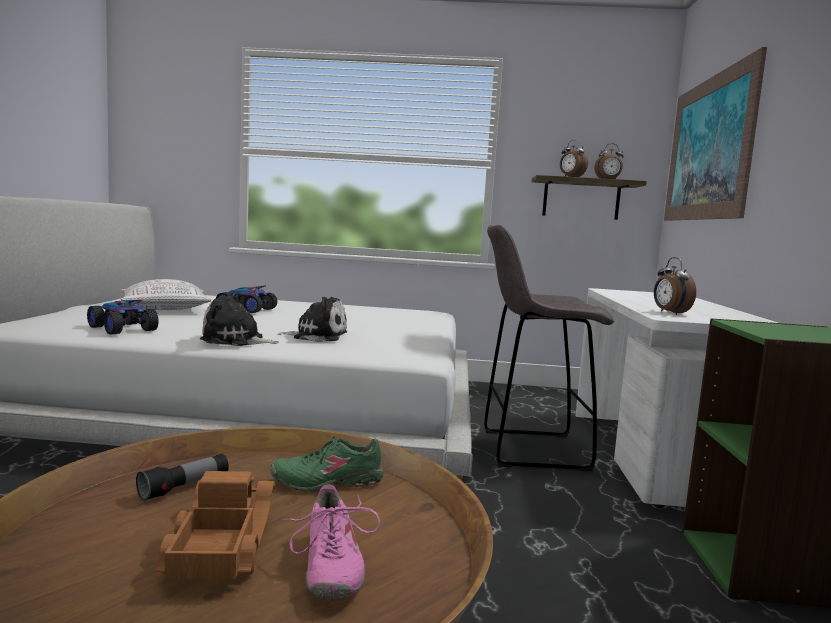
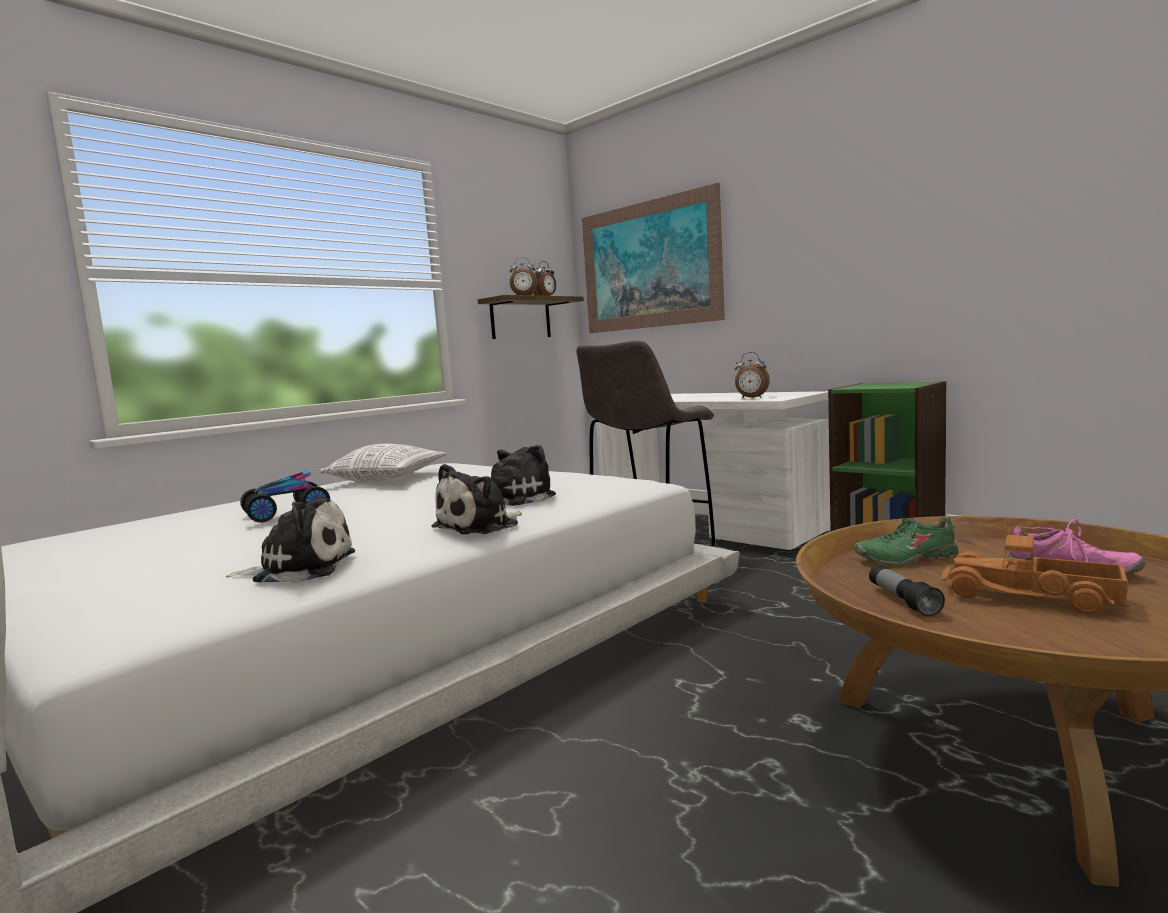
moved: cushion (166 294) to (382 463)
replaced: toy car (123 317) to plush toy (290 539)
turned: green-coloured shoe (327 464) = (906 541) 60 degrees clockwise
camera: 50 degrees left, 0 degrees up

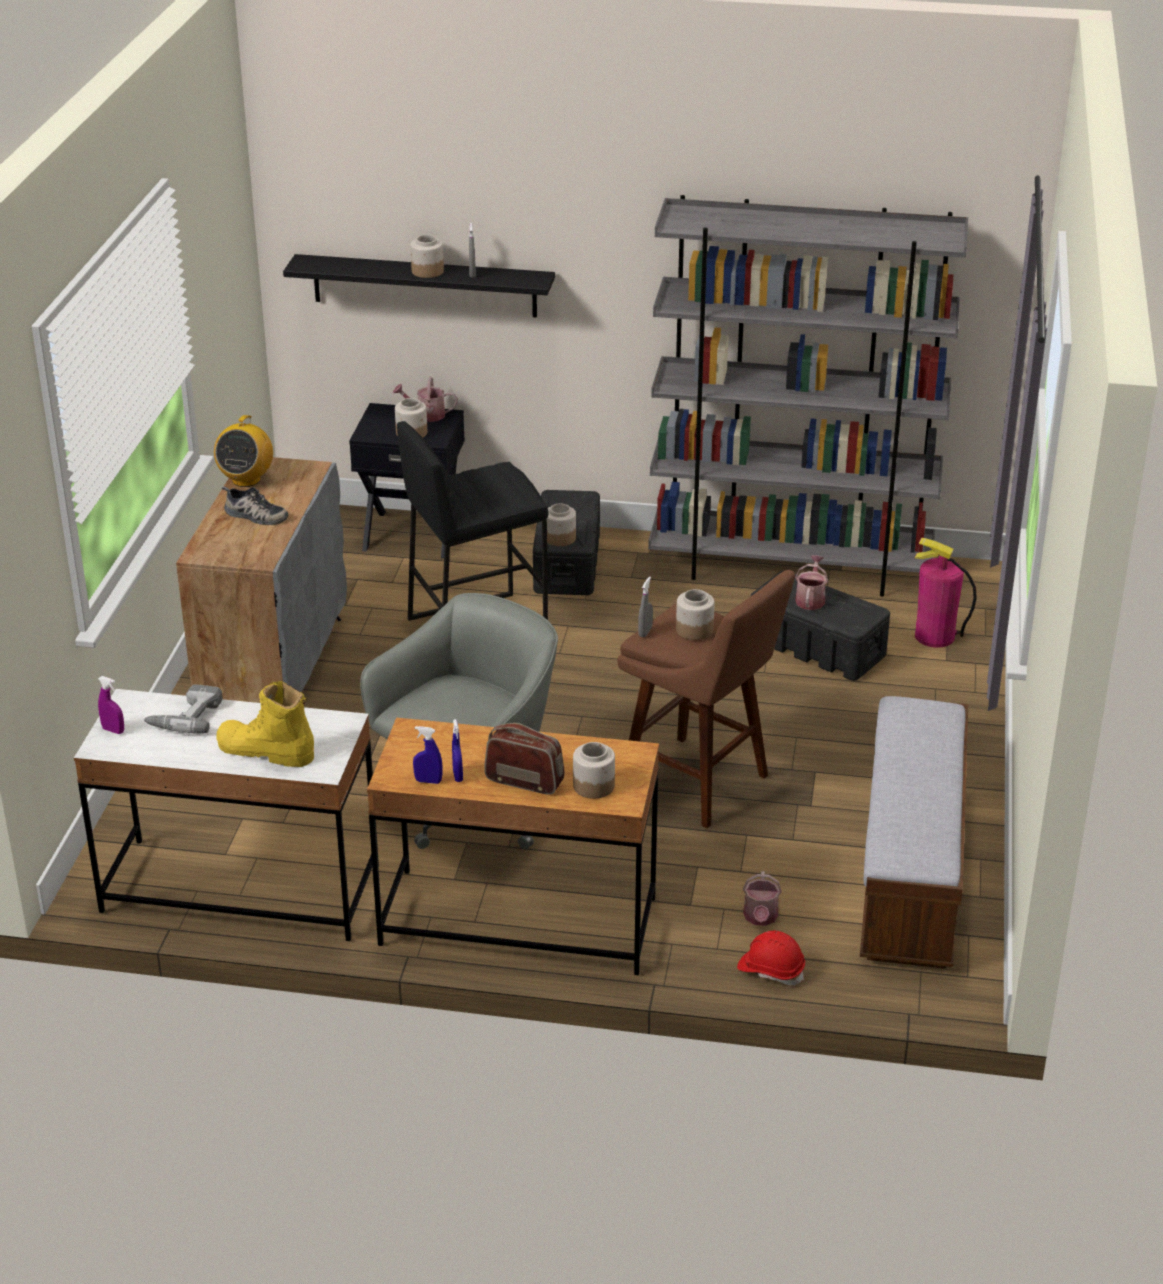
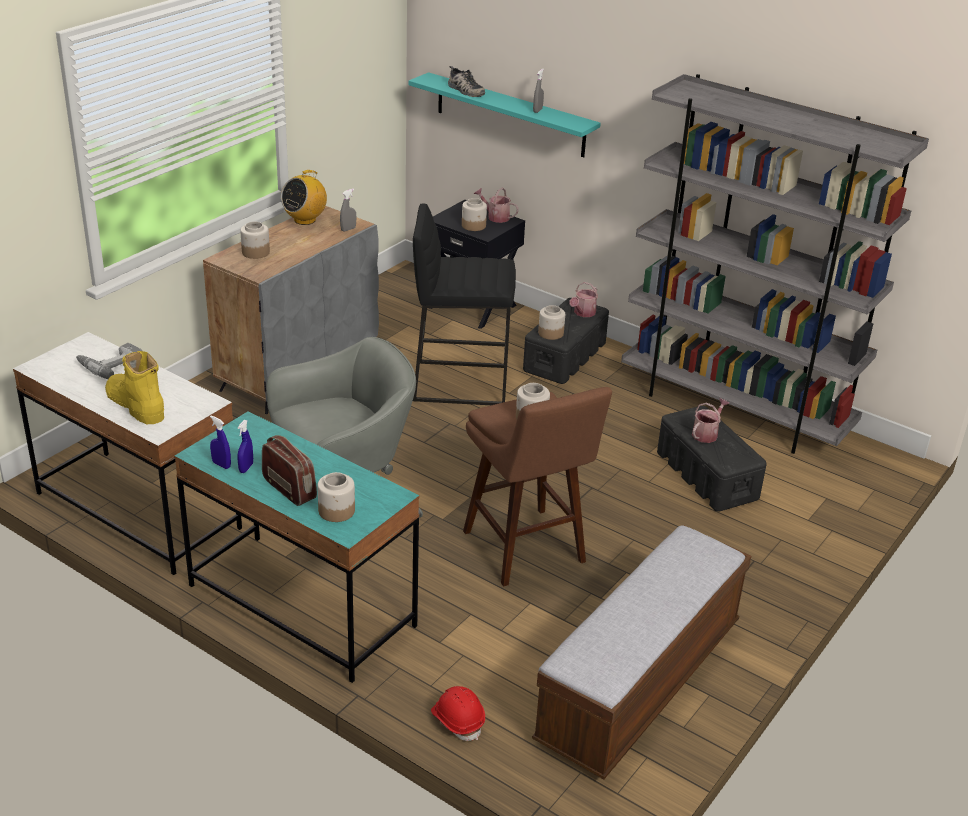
removed: fire-fighting cylinder (946 593); purple-coloured spray bottle (111 705)
moved: jar (427 256) to (255 240); shoe (255 506) to (466 81); greyish spray bottle (645 606) to (348 210); sprinkling can (762 898) to (584 299)
recoloured: blackish shelf (419 286) to turquoise-coloured shelf (504 114); brown-coloured desk table (513 846) to turquoise-coloured desk table (296 547)
camera: 25 degrees right, 0 degrees up

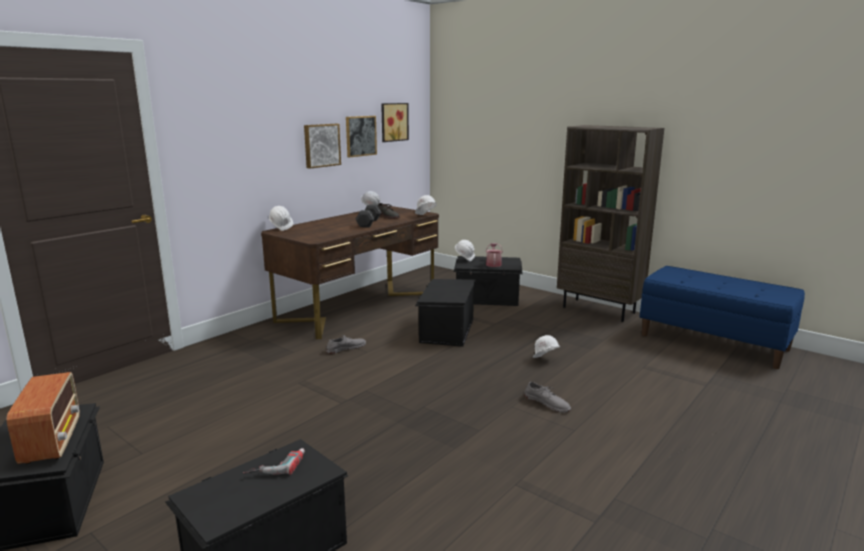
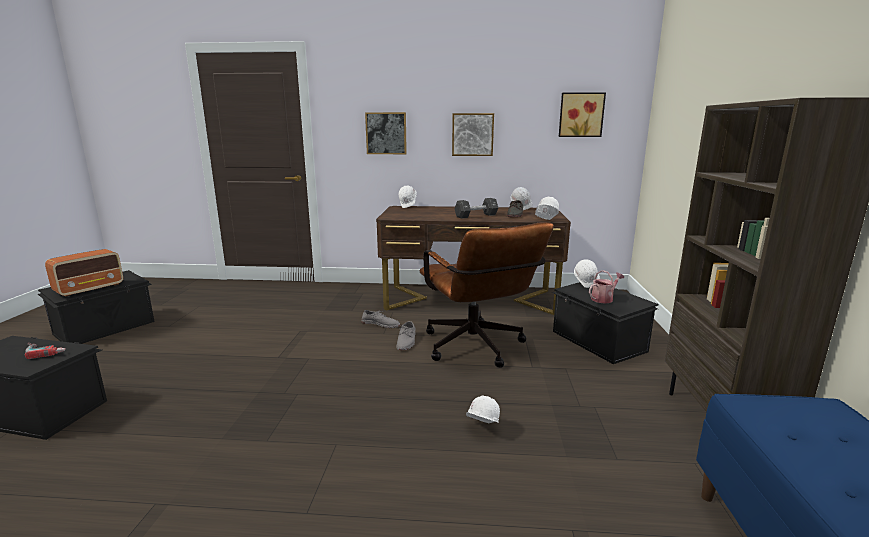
moved: wall picture (361 137) to (386 133); greyish shoe (547 397) to (406 335)
replaced: blackish storage bin (445 313) to brown-coloured computer chair (486 295)
camera: 55 degrees right, 0 degrees up

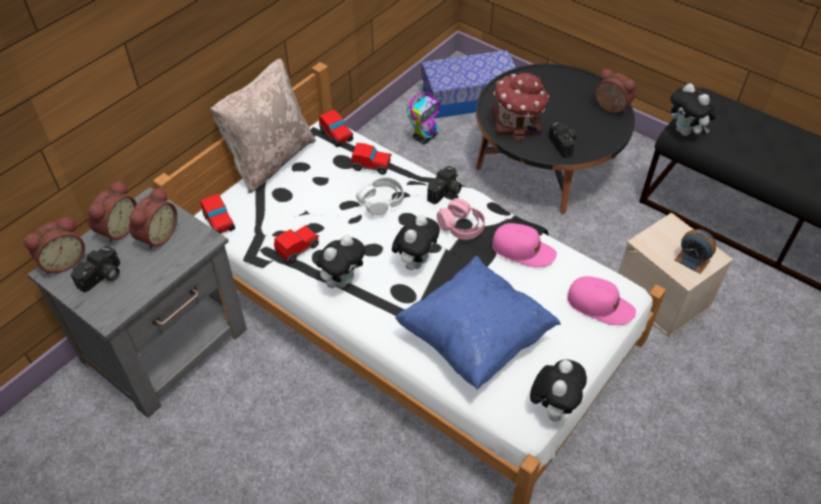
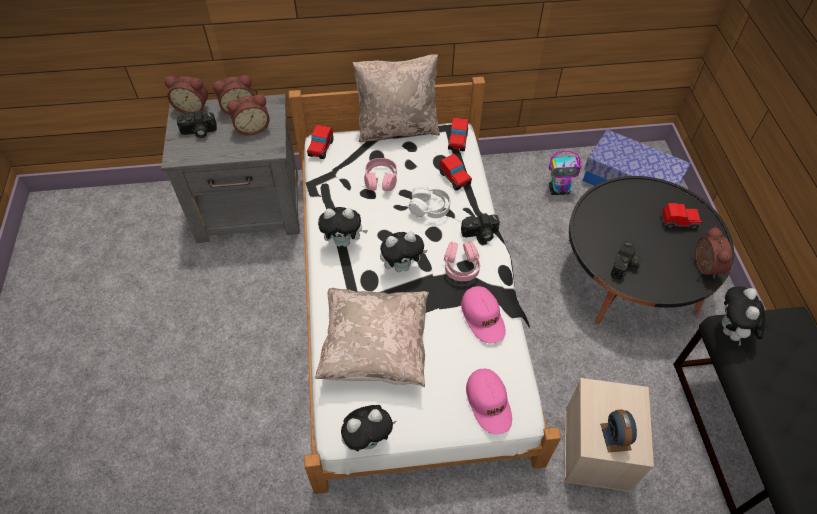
removed: model house (520 107)
added: pink-coloured pair of headphones (380 174)
moved: toy car (296 244) to (682 216)
recoloured: bluish cushion (478 323) to beige cushion (372 337)
camera: 45 degrees right, 5 degrees up

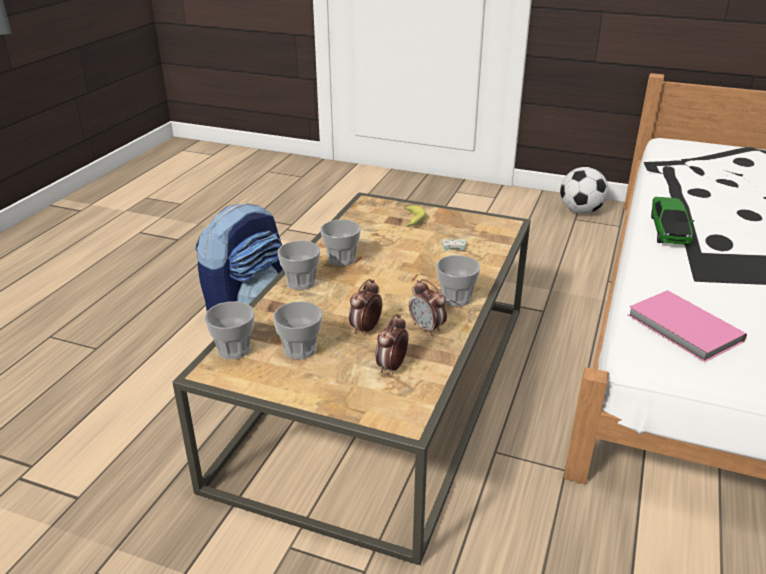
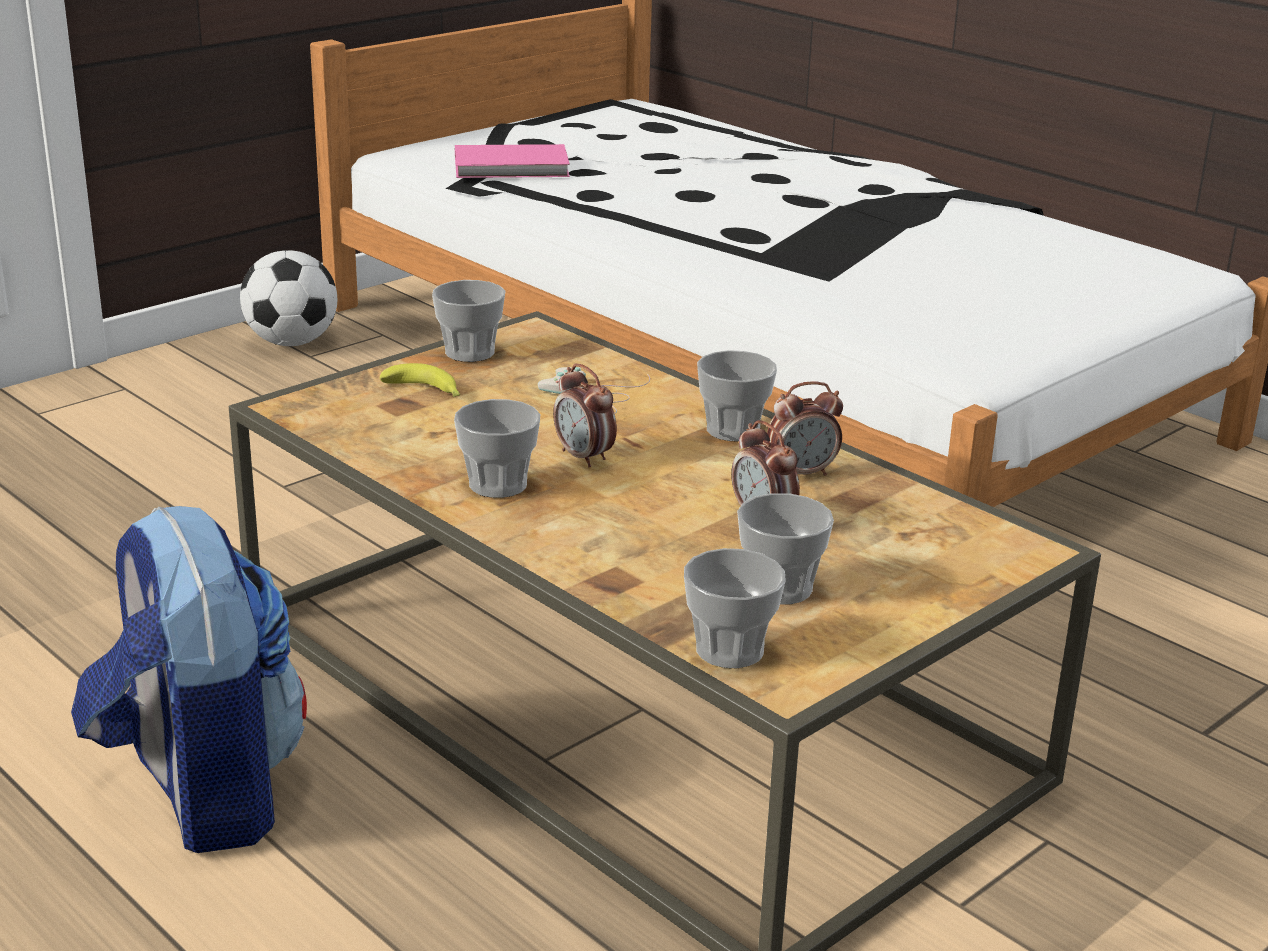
removed: toy car (673 221)
moved: drinking cup (299 265) to (468 321); pink-coloured volume (687 326) to (512 161); table clock (392 344) to (585 416)
camera: 65 degrees left, 5 degrees down

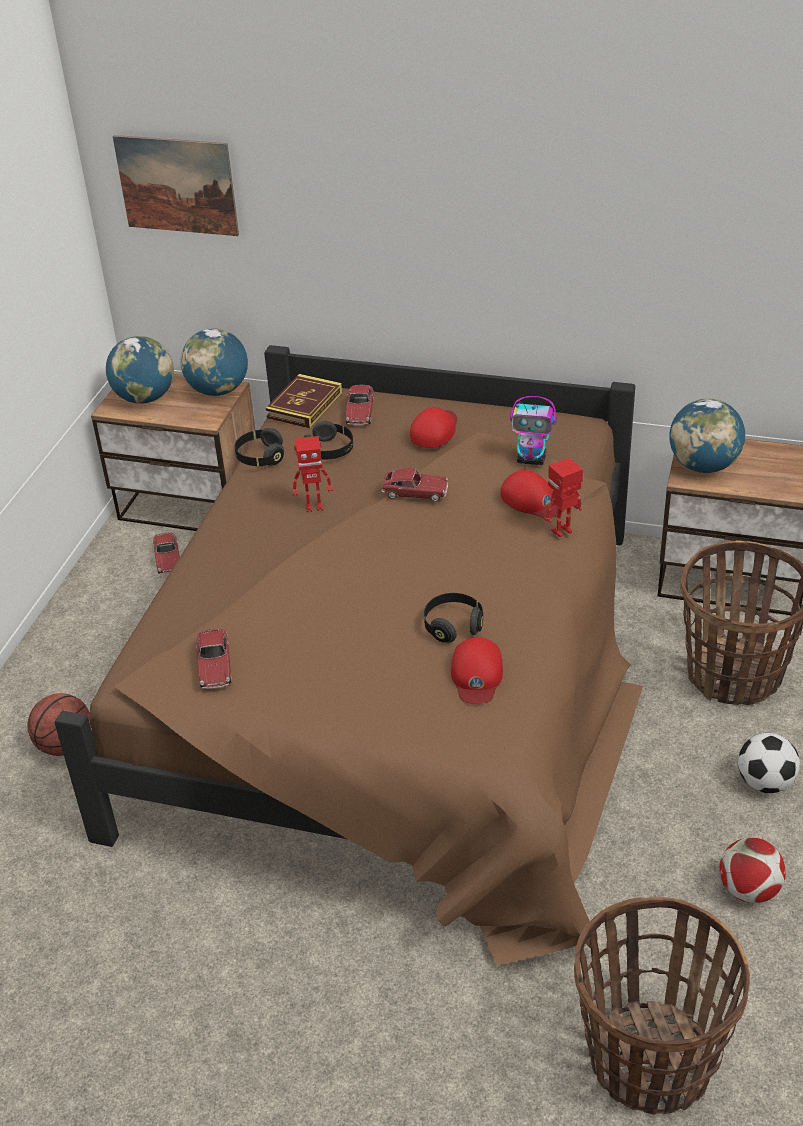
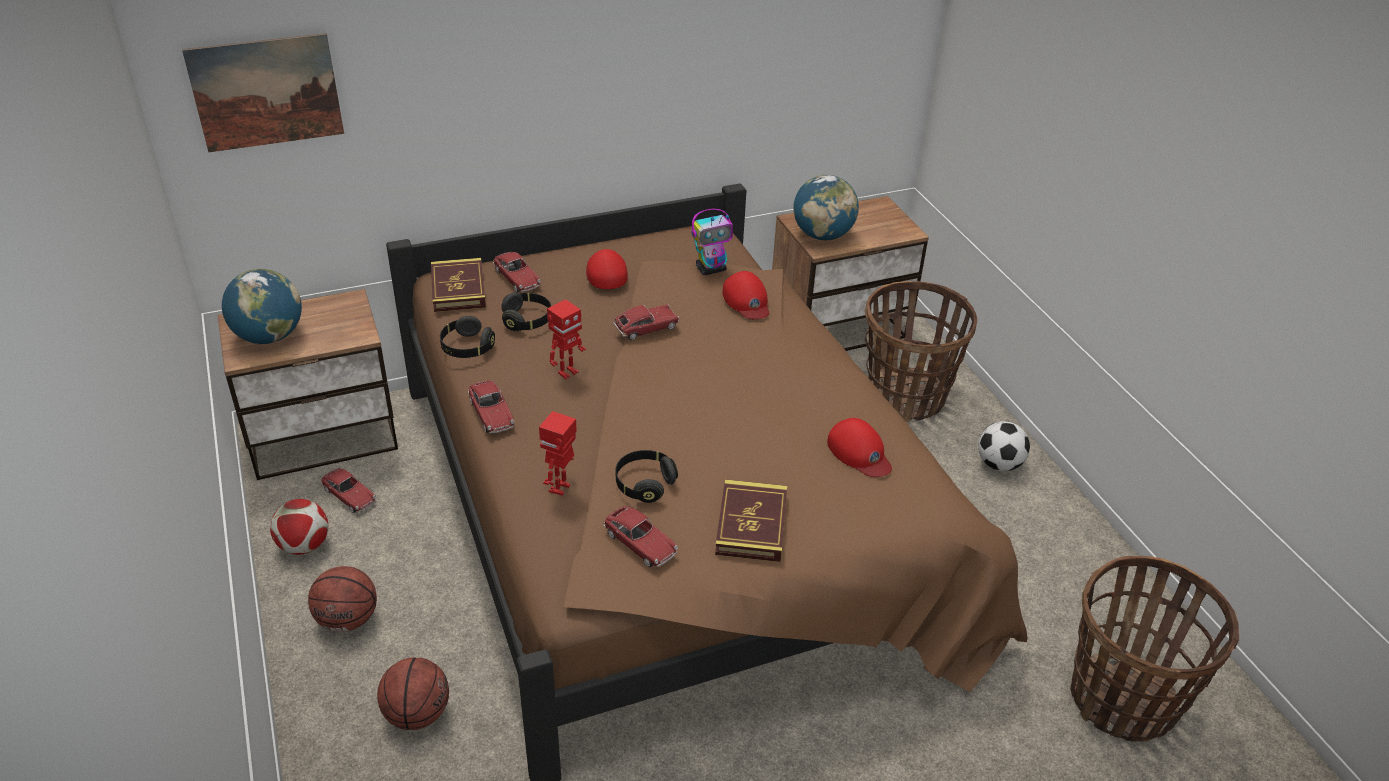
removed: world globe (214 362)
added: toy car (491 406); volume (751 520); basketball ball (342 599)
moved: model robot (563 497) to (558 453); blackish pair of headphones (453 618) to (646 476); football (752 870) to (299 527)
turned: reddish peaked cap (532 494) = (746 295) 60 degrees clockwise
camera: 40 degrees left, 0 degrees up

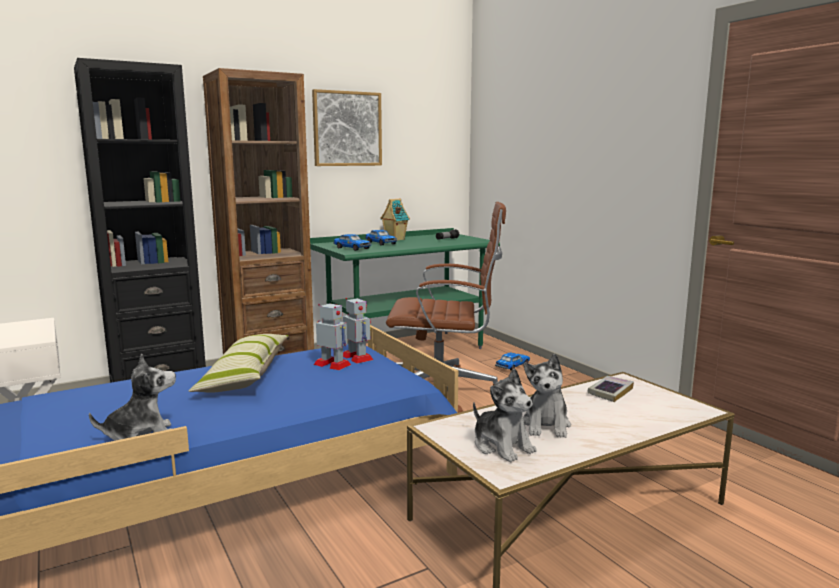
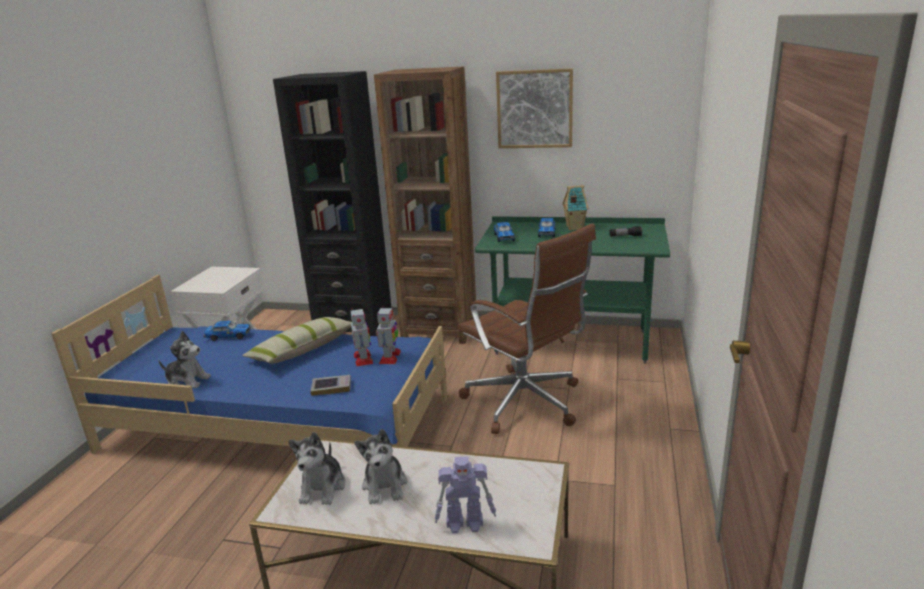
added: model robot (465 494)
moved: toy car (512 362) to (227 331); volume (610 389) to (330 385)
turned: plush toy (547 396) = (381 466) 60 degrees counterclockwise
camera: 45 degrees right, 10 degrees up

